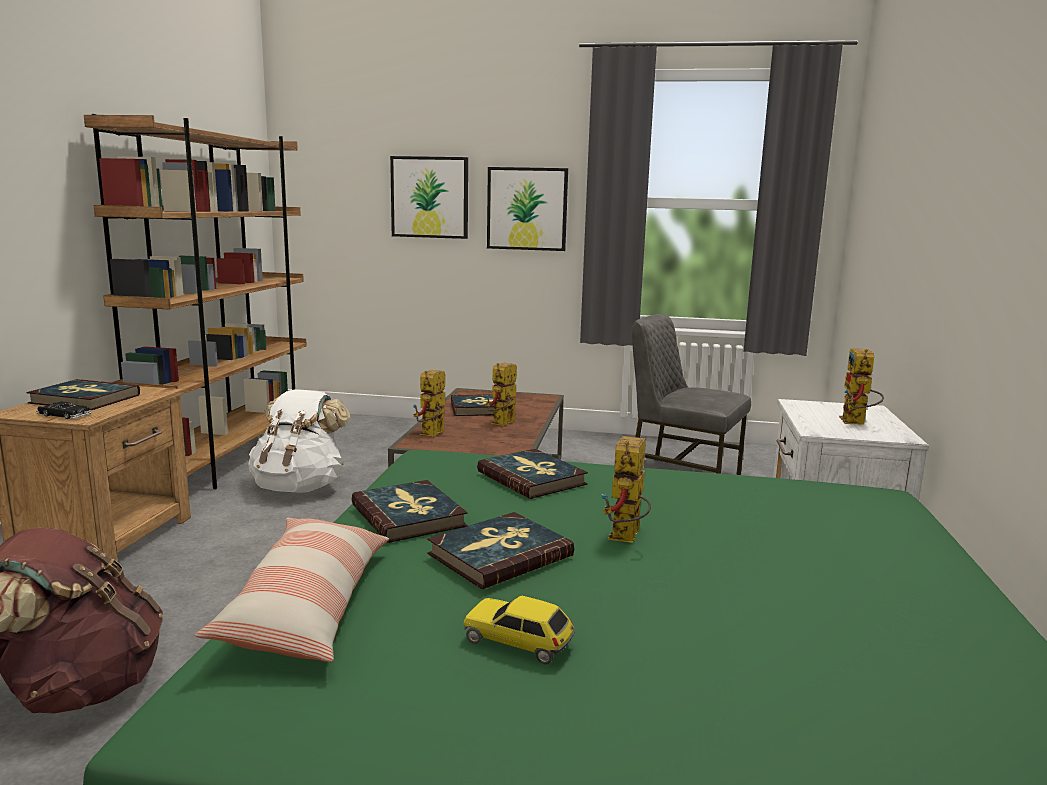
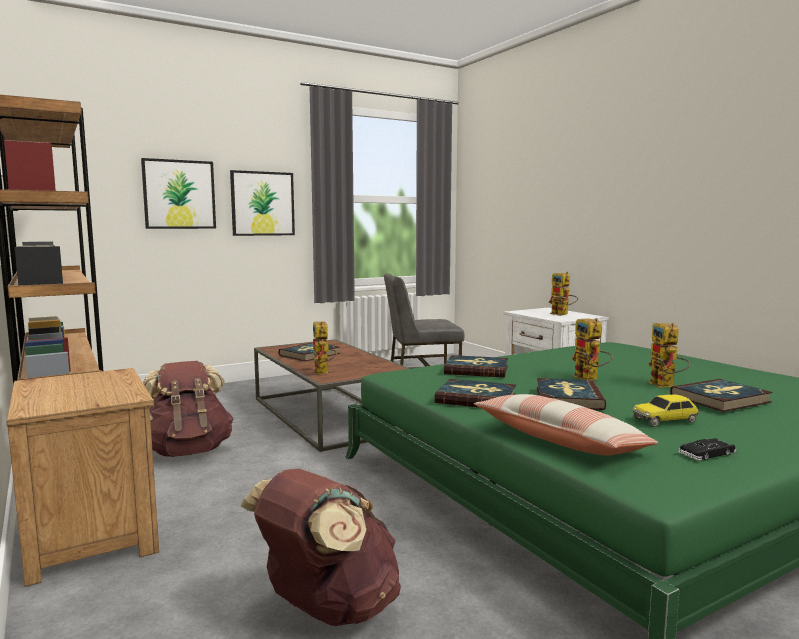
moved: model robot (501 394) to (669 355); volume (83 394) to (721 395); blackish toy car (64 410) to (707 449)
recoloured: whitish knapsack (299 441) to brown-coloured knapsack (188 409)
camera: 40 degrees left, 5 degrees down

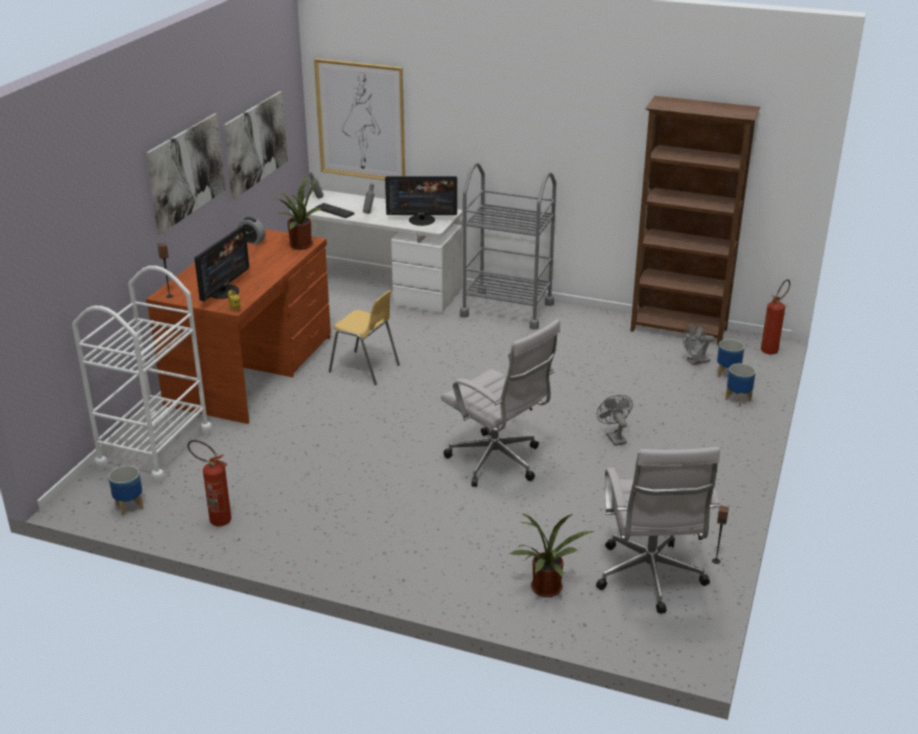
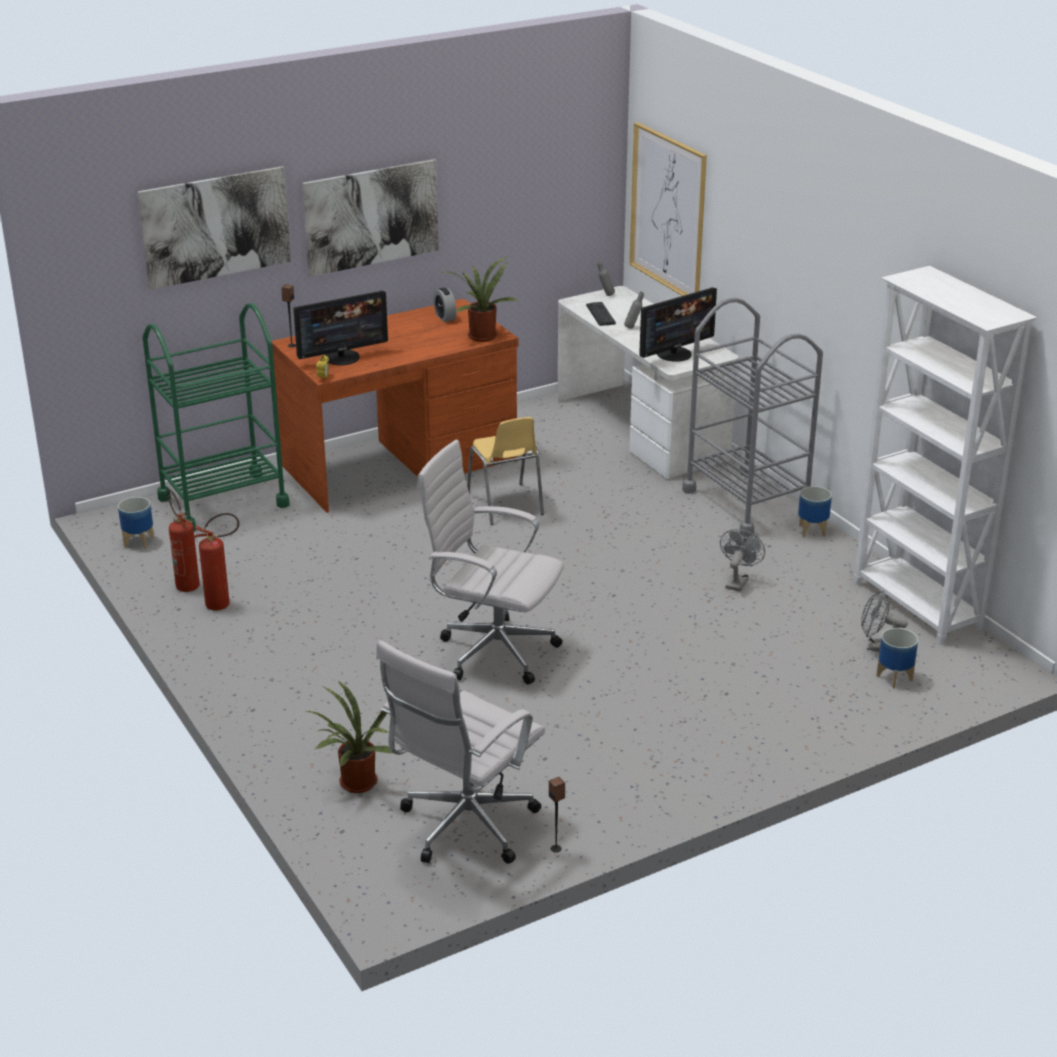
moved: wall picture (256 145) to (214 228); fire-fighting cylinder (775 316) to (216 562); flower pot (740 385) to (815 511); greyish fan (615 420) to (742 560)
recoloured: brown-coloured shelving unit (695 221) to whitish shelving unit (945 455); whitish cart (142 375) to green-coloured cart (216 417)
turned: computer screen (421 201) = (678 324) 75 degrees counterclockwise; whitish computer chair (501 403) = (490 562) 120 degrees clockwise
camera: 40 degrees right, 0 degrees up

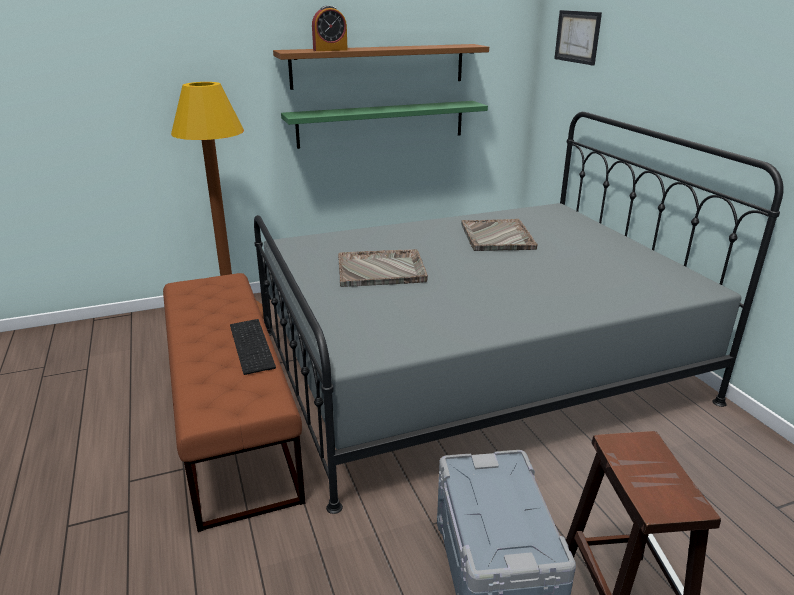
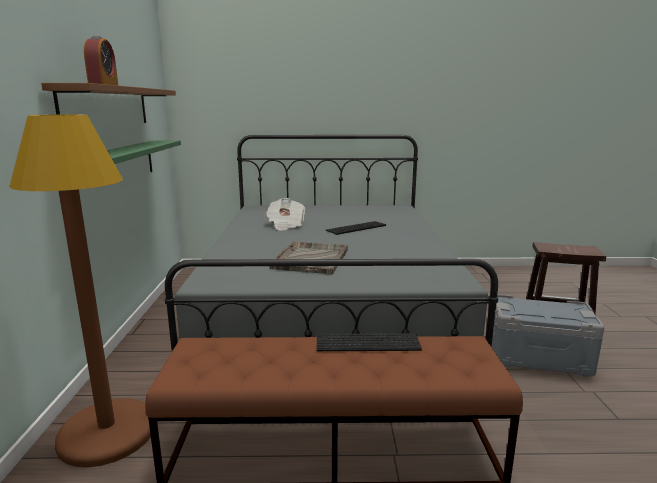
removed: wall picture (578 38)
added: keyboard (356 228)
replaced: greyish serving tray (499 235) to newspaper (286 214)
camera: 70 degrees left, 10 degrees down

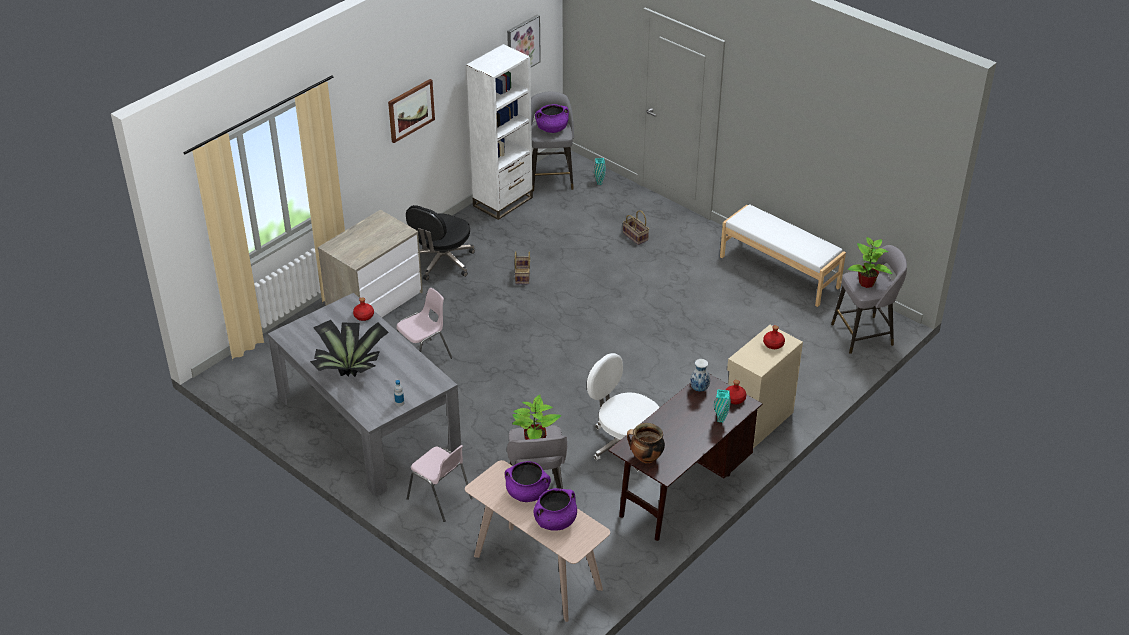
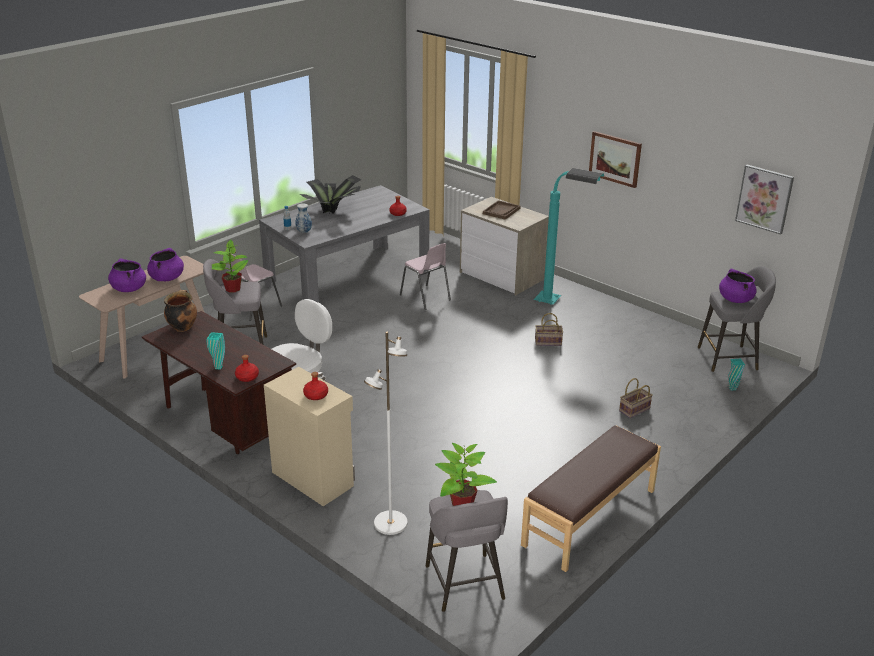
removed: whitish shelving unit (499 132)
added: brown-coloured serving tray (502 210); whitish standing lamp (386 433)
moved: decorative vase (700 375) to (303 218)
replaced: blackish computer chair (440 242) to turquoise-coloured standing lamp (569 236)
recoloured: whitish long seat (783 255) to brown-coloured long seat (591 498)
camera: 90 degrees right, 10 degrees down

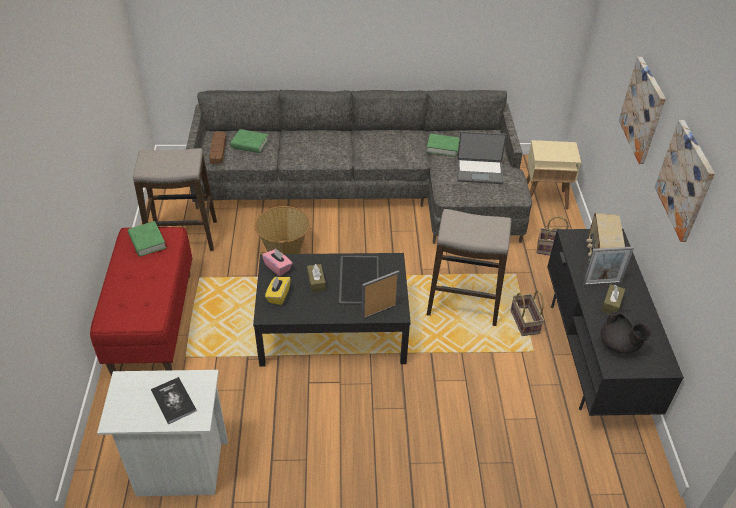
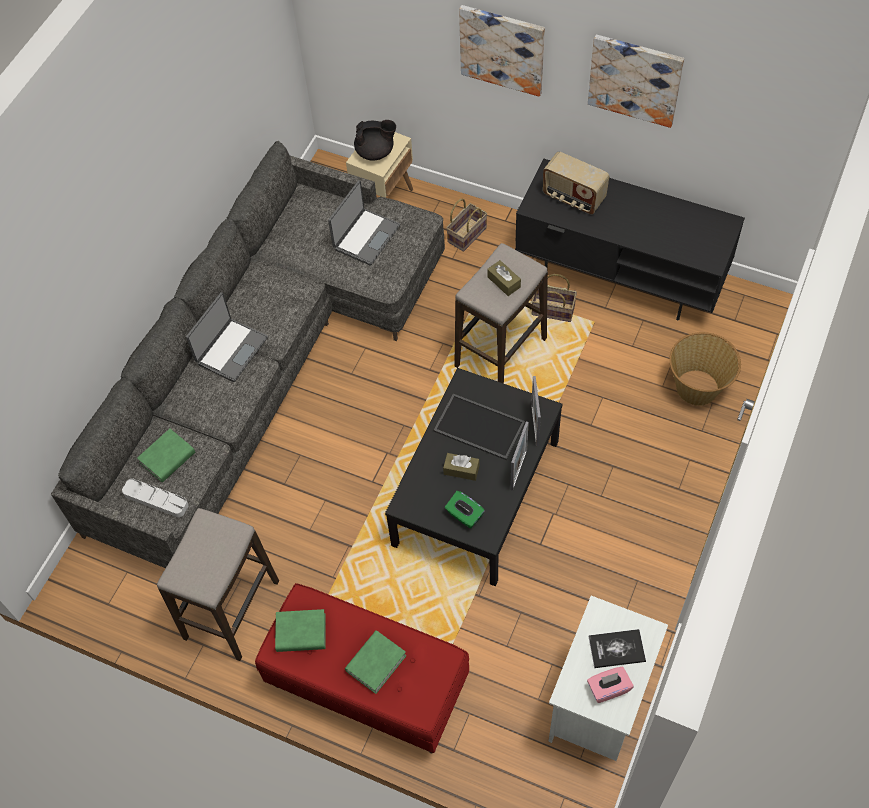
added: laptop (227 337)
moved: green-coloured volume (443 145) to (376 662); basket (282 230) to (705 369); standing frame (608 266) to (519 456); pink-coloured tissue holder (277 262) to (610 684); brown-coloured tissue holder (613 299) to (504 278); blackish pot for tea (626 331) to (375 140)
recoloured: brown-coloured serving tray (217 147) to greyish serving tray (155 498); yellowish tissue holder (278 290) to green-coloured tissue holder (465 509)
camera: 60 degrees left, 15 degrees up

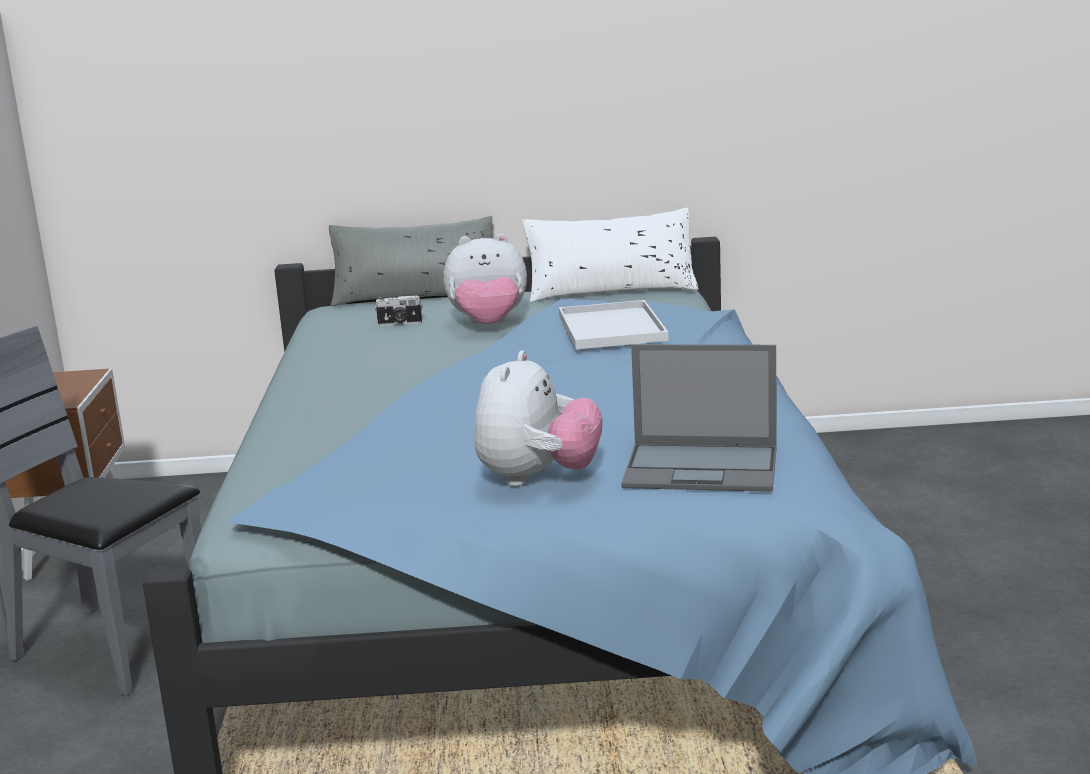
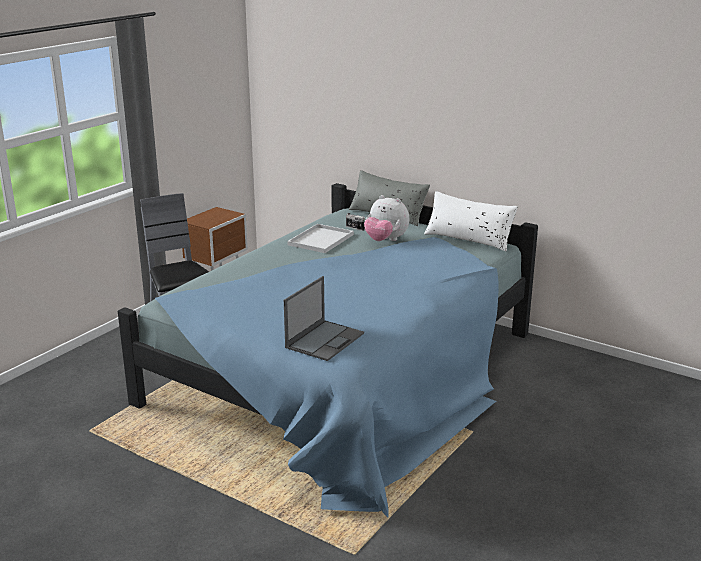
removed: plush toy (538 418)
moved: whitish serving tray (614 324) to (320 238)
turned: laptop (699 418) = (324 318) 105 degrees counterclockwise
camera: 35 degrees right, 5 degrees up

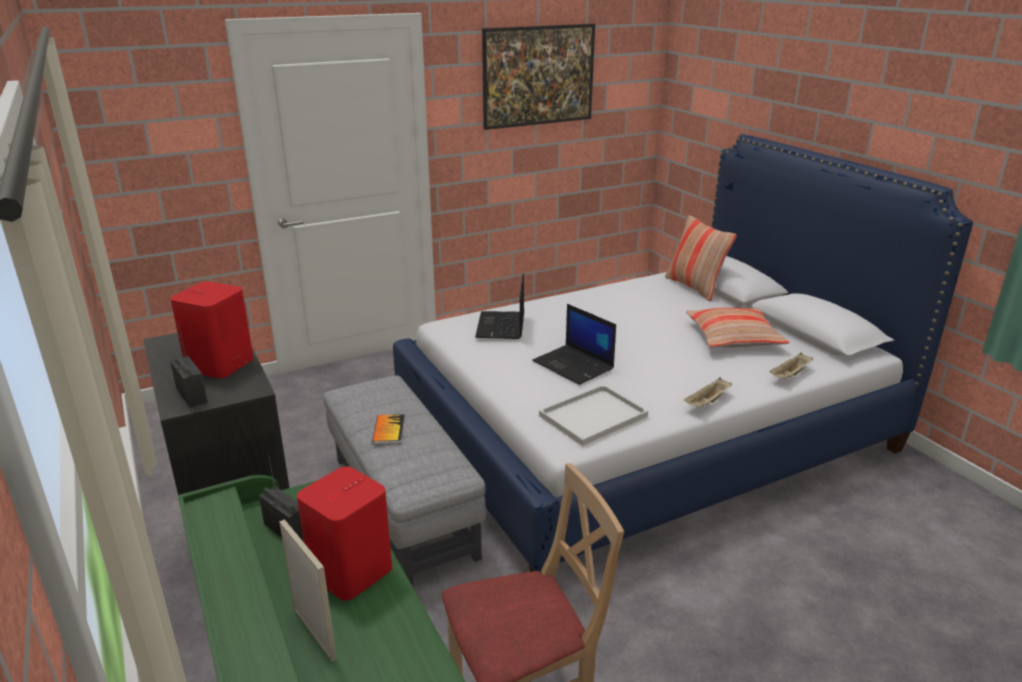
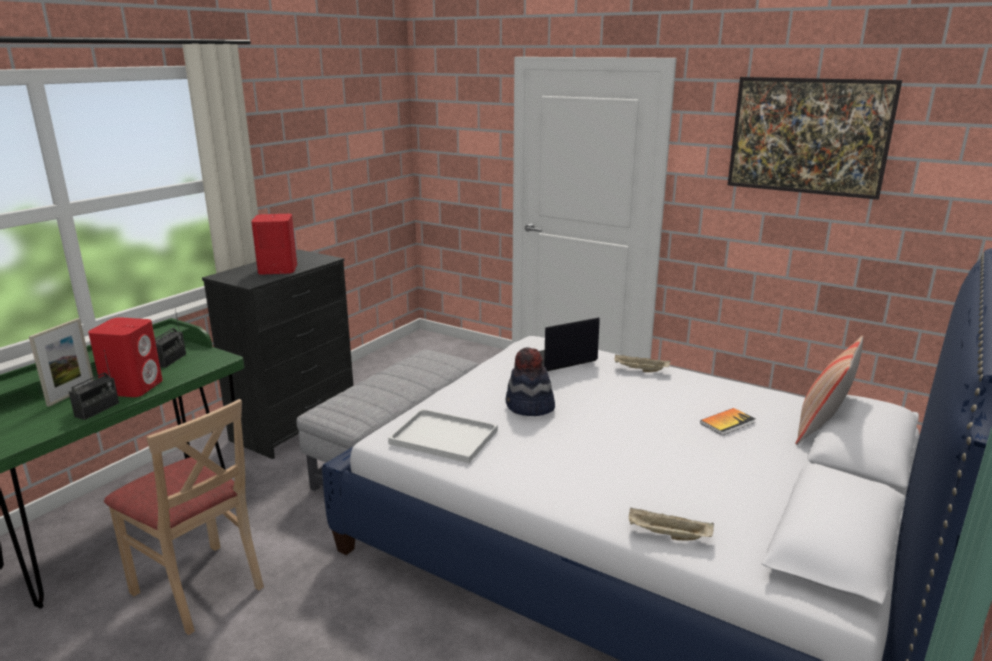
removed: cushion (737 328)
moved: radio receiver (189 366) to (94 385); beige serving tray (708 392) to (642 363); volume (388 429) to (727 421)
replaced: laptop (574 344) to hat (530 381)
camera: 60 degrees right, 5 degrees down

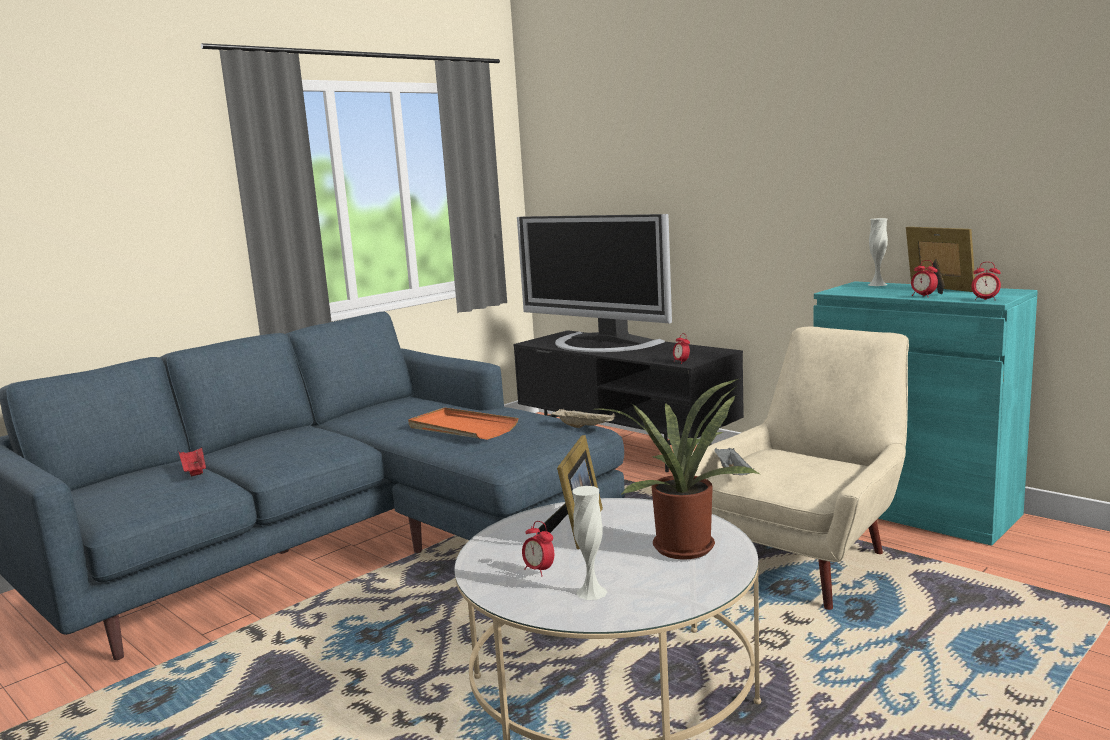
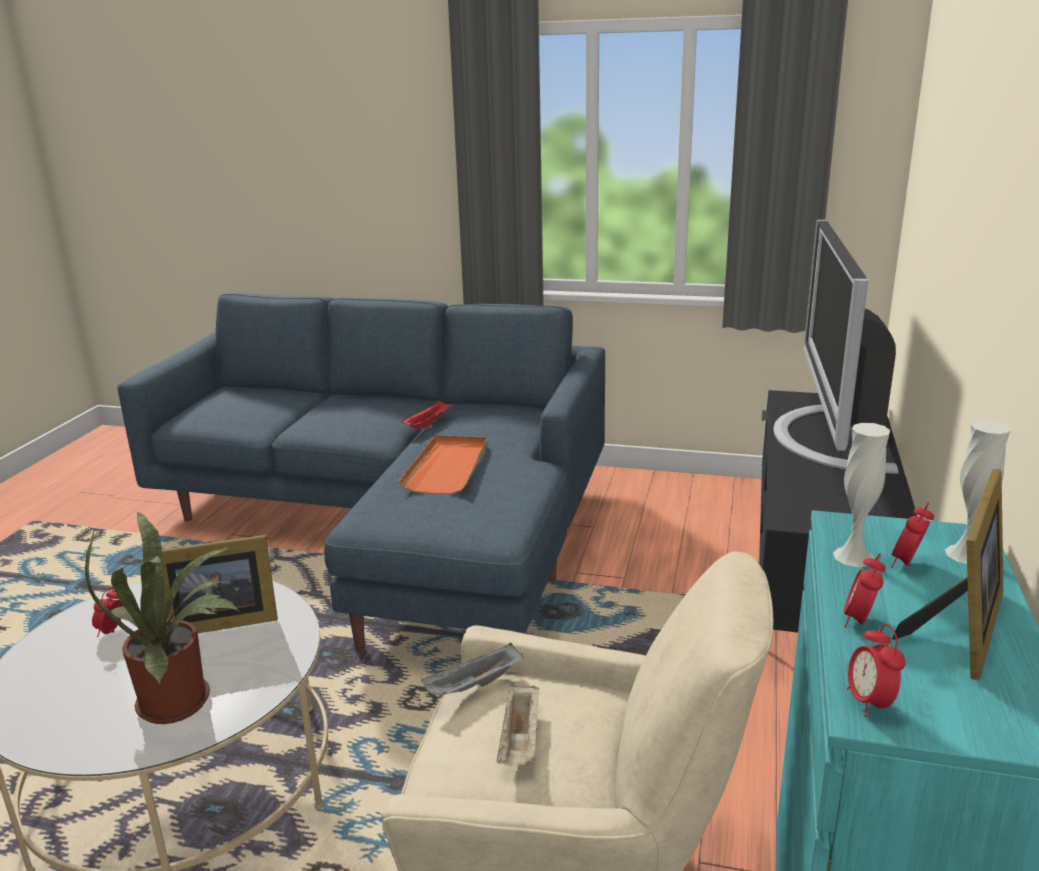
moved: table clock (681 348) to (912 535); beige serving tray (584 418) to (518 724); reddish serving tray (192 462) to (428 414); whitish decorative vase (589 543) to (861 495)
camera: 60 degrees right, 10 degrees up

